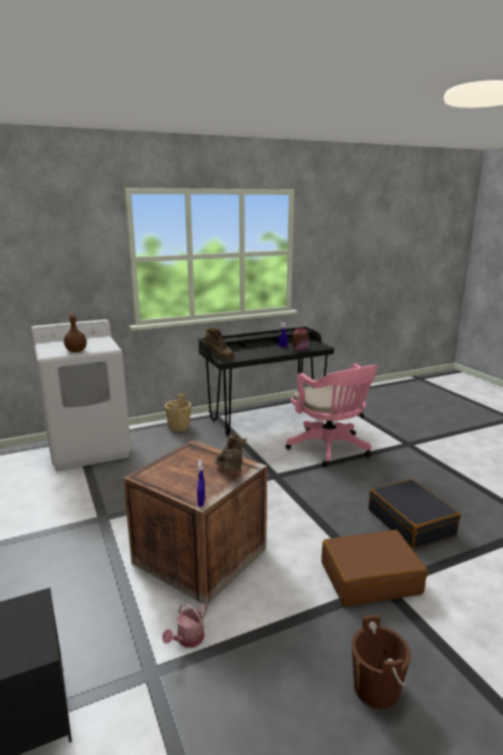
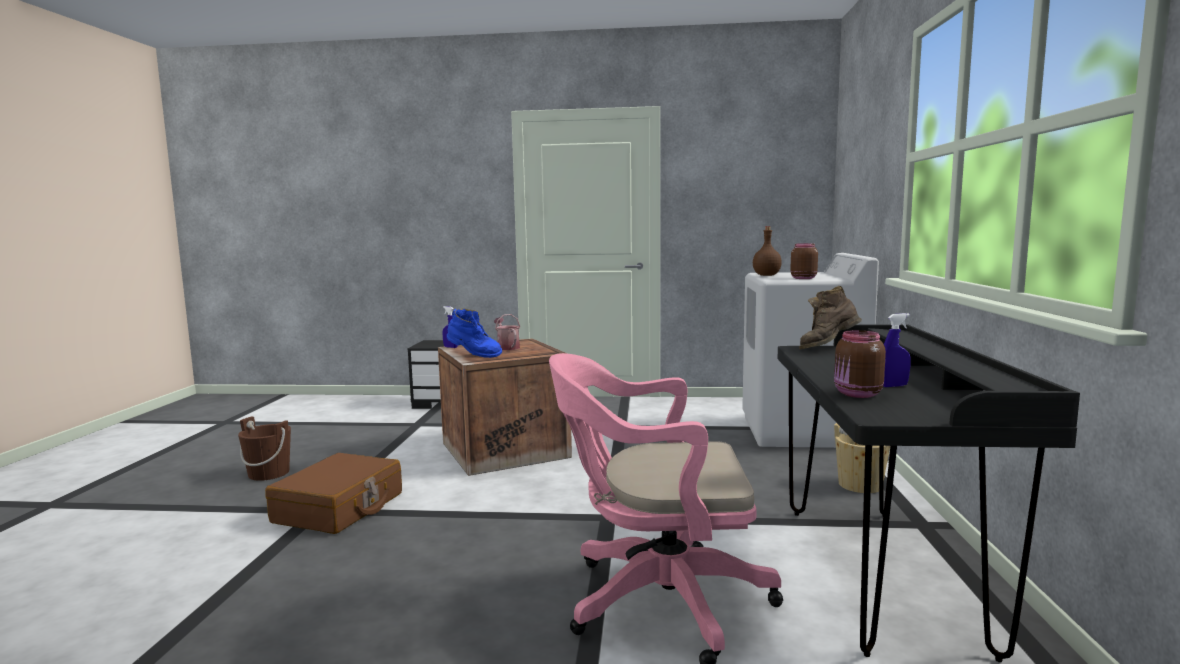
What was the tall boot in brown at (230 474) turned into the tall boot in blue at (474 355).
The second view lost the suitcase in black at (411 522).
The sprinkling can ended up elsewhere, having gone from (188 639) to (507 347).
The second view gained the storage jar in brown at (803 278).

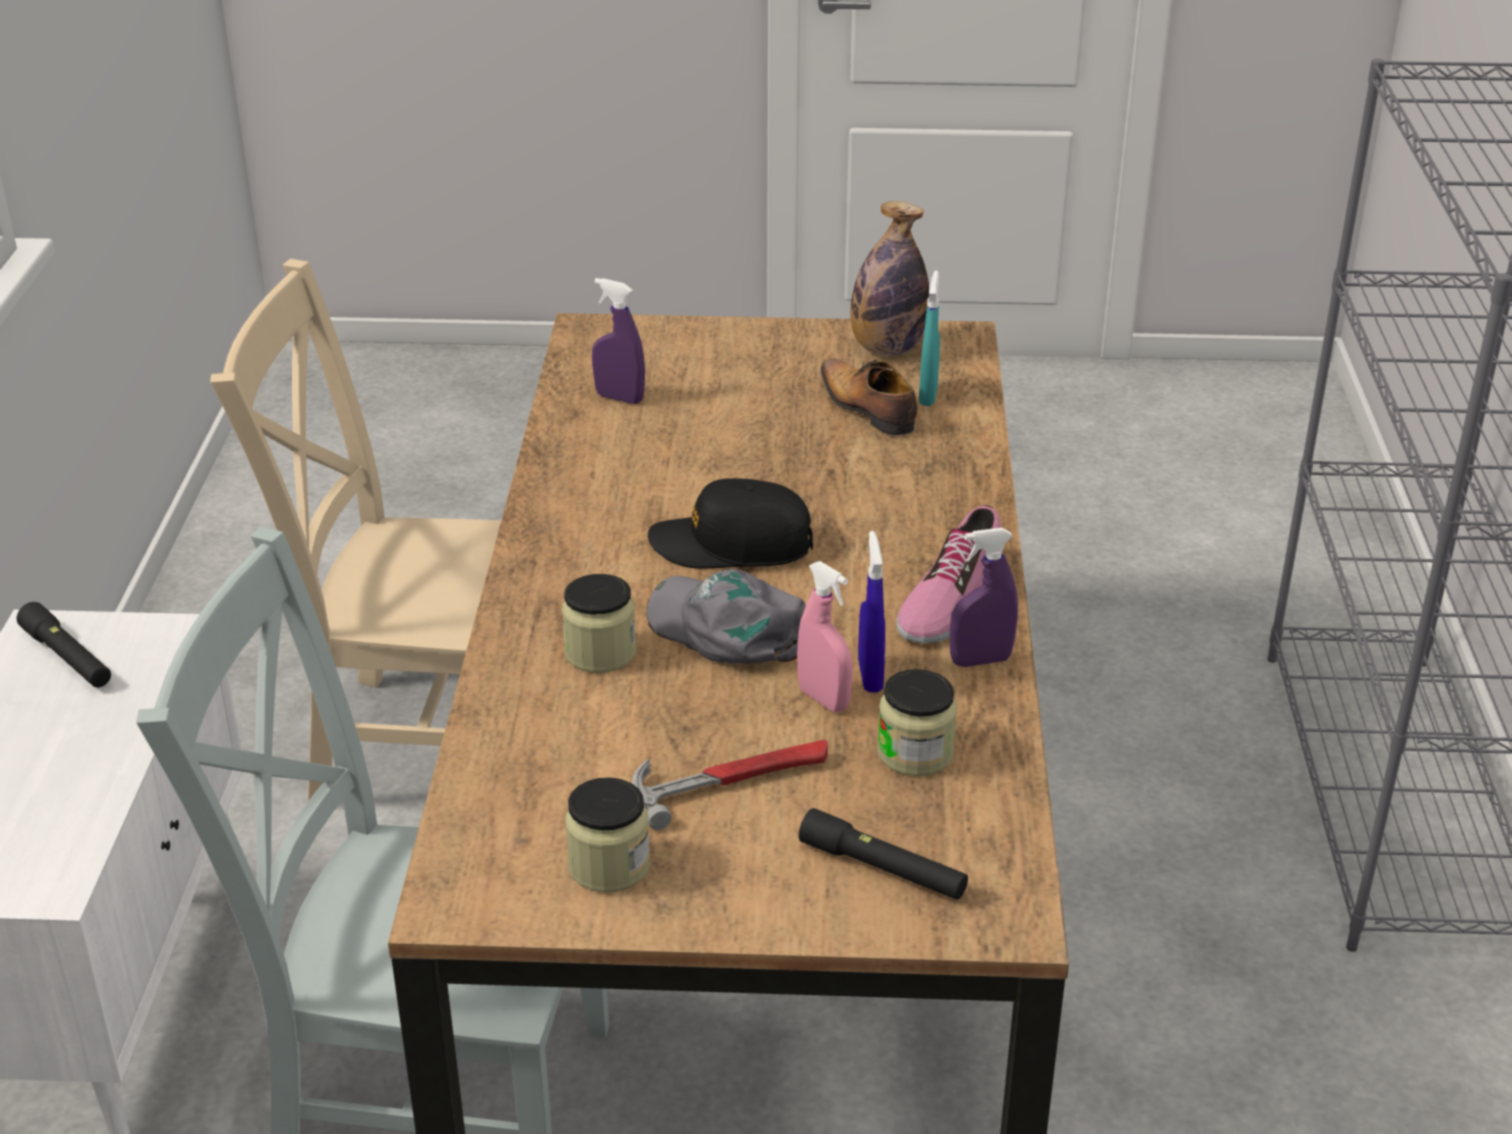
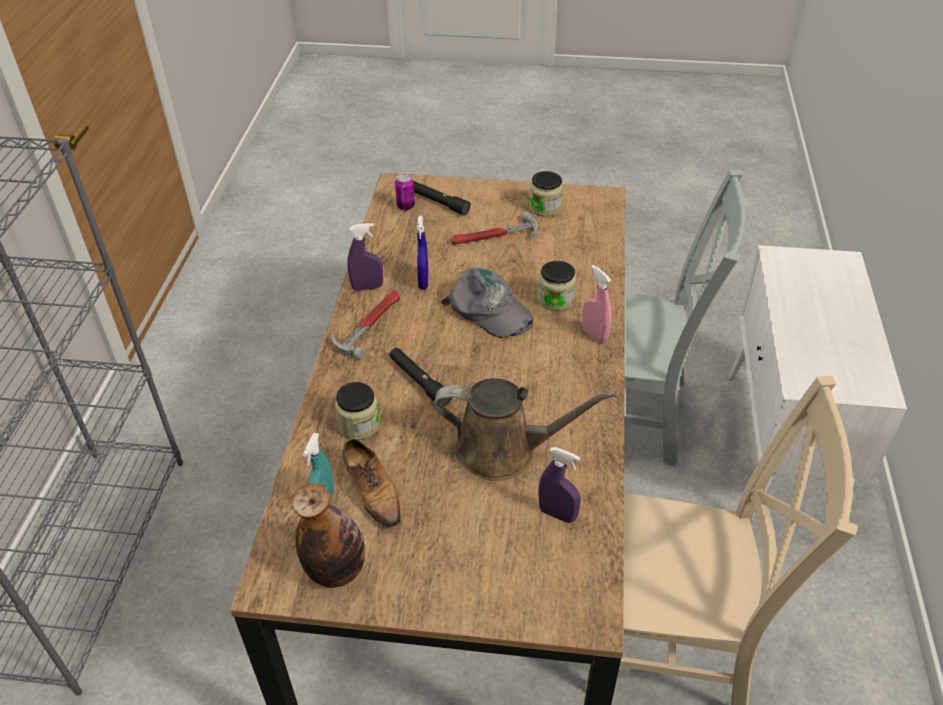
The second view lost the cap in black at (732 545).
Where the shoe stood at (950 597), the tool hammer came to stand at (369 324).
The sprayer in pinkish ended up elsewhere, having gone from (823 699) to (594 335).
The flashlight in black ended up elsewhere, having gone from (68 657) to (419 381).
The storage jar ended up elsewhere, having gone from (915 753) to (359 425).
The second view gained the can at (405 206).
The second view gained the sprinkling can in brown at (504 450).

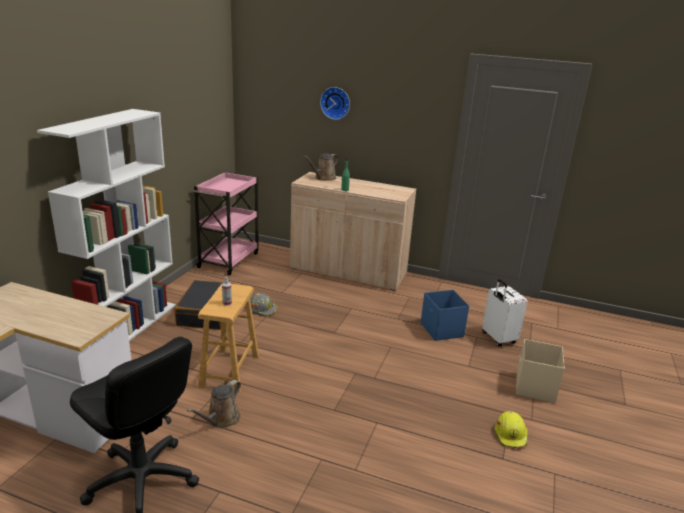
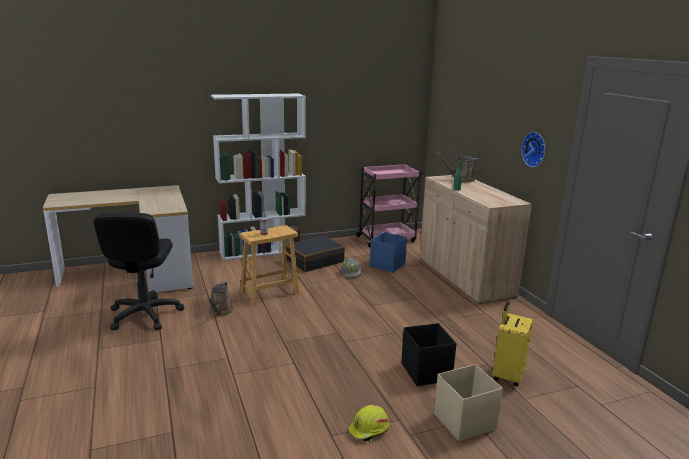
The wall clock ended up elsewhere, having gone from (336 103) to (535 149).
What was the suitcase in white at (497 338) turned into the suitcase in yellow at (507 375).
The storage container in blue ended up elsewhere, having gone from (441 330) to (387 265).
The sprinkling can in brown at (221 420) ended up facing another way, 75 degrees counterclockwise from before.
The second view gained the storage container in black at (426 371).

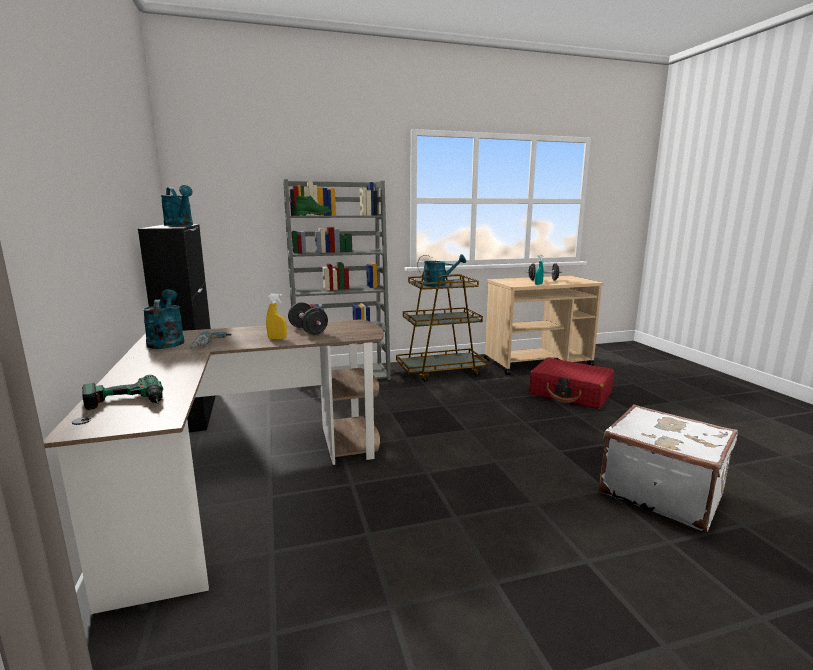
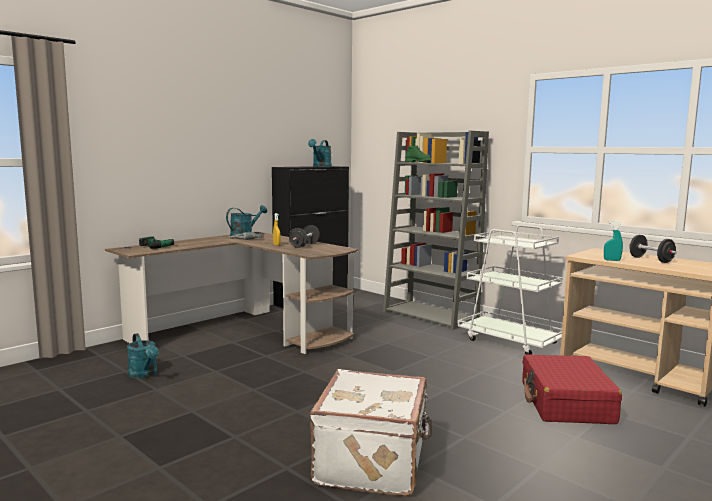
The sprinkling can in blue-green ended up elsewhere, having gone from (438 284) to (145 375).
What was the cart in brown at (441 371) turned into the cart in white at (510 341).

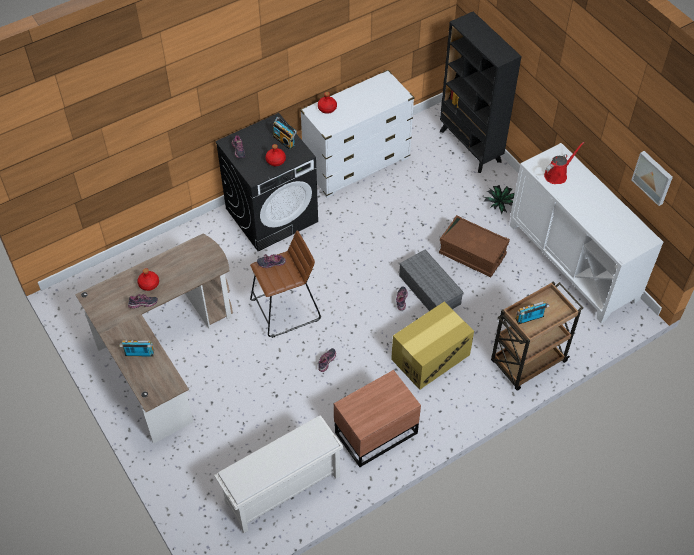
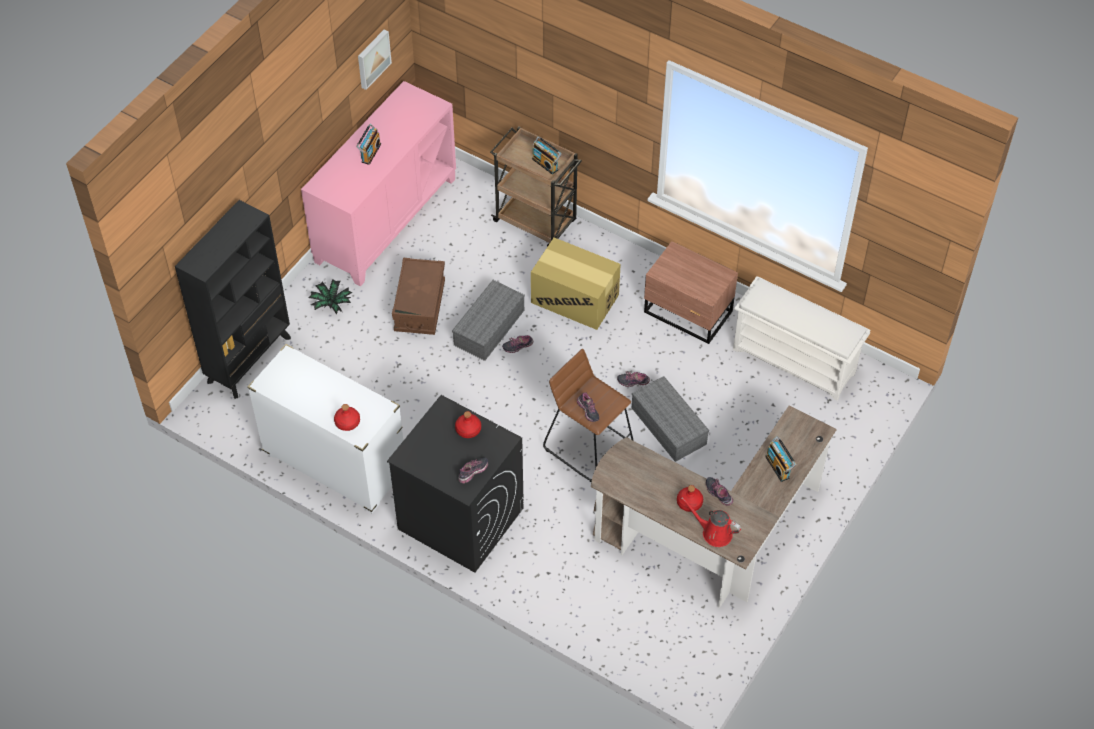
The radio receiver ended up elsewhere, having gone from (285 140) to (370 153).
The sprinkling can in red-coloured ended up elsewhere, having gone from (557 174) to (714 533).
What was the cabinet in white at (573 262) turned into the cabinet in pinkish at (385 219).
The second view gained the storage container in greyish at (670 426).

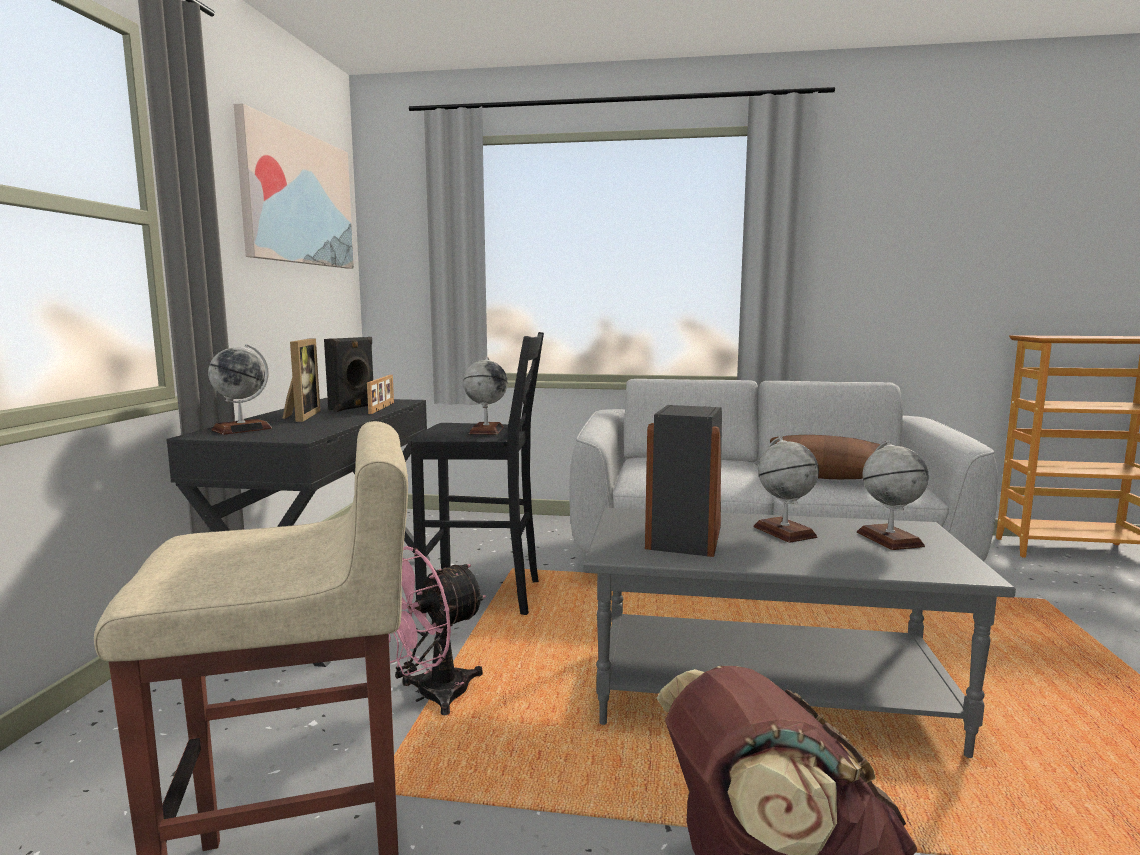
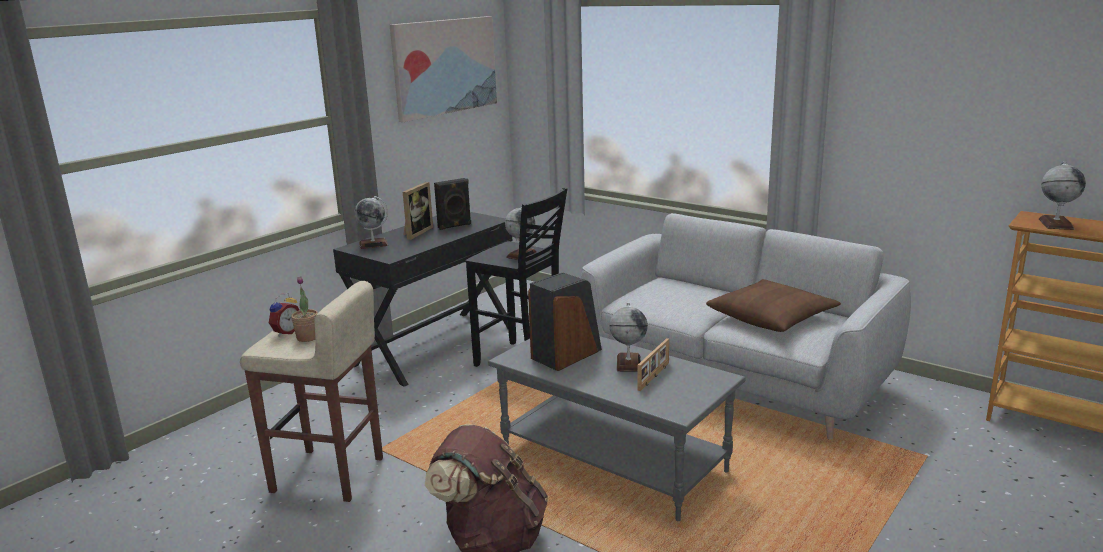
The standing frame ended up elsewhere, having gone from (383 408) to (654 376).
The globe ended up elsewhere, having gone from (889 539) to (1055 224).
The second view lost the fan in pinkish at (430 696).
The second view gained the plant in a pot at (307 337).
The second view gained the table clock at (286 332).

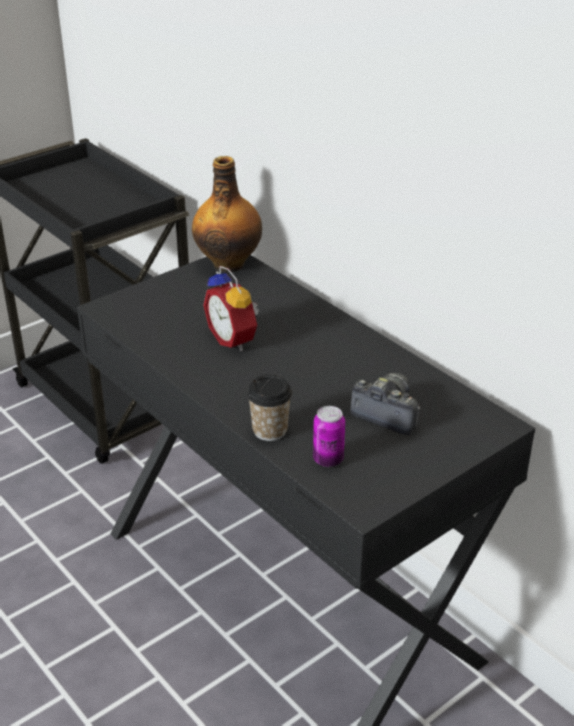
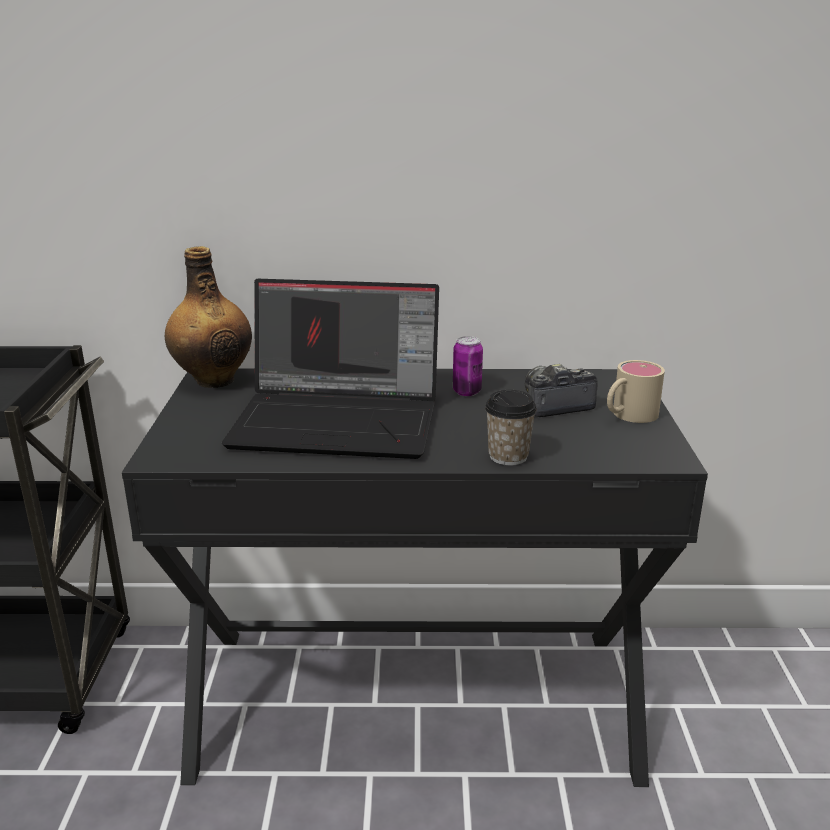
Where the table clock stood at (234 339), the notebook computer came to stand at (340 420).
The can ended up elsewhere, having gone from (328 459) to (467 392).
The second view gained the coffee mug in sand-coloured at (628 416).

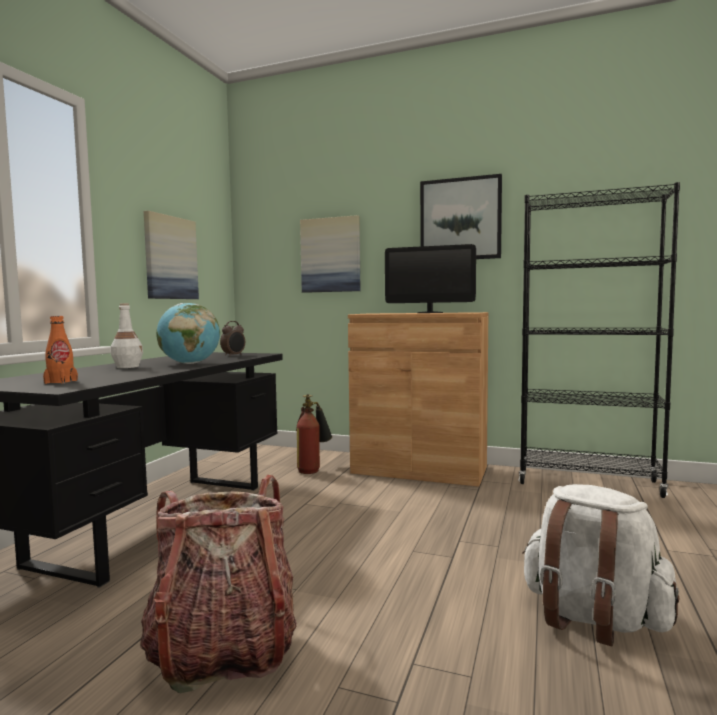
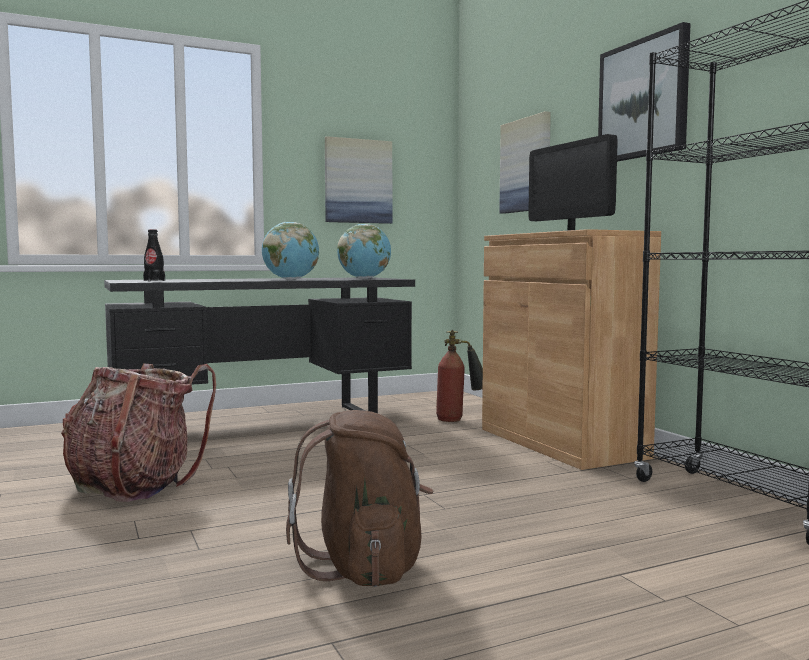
The second view lost the drink bottle in white at (127 367).
What was the drink bottle in orange at (61 382) turned into the drink bottle in black at (154 280).
Where the table clock stood at (234 355), the globe came to stand at (364 278).
What was the knapsack in white at (592 618) turned into the knapsack in brown at (365 568).

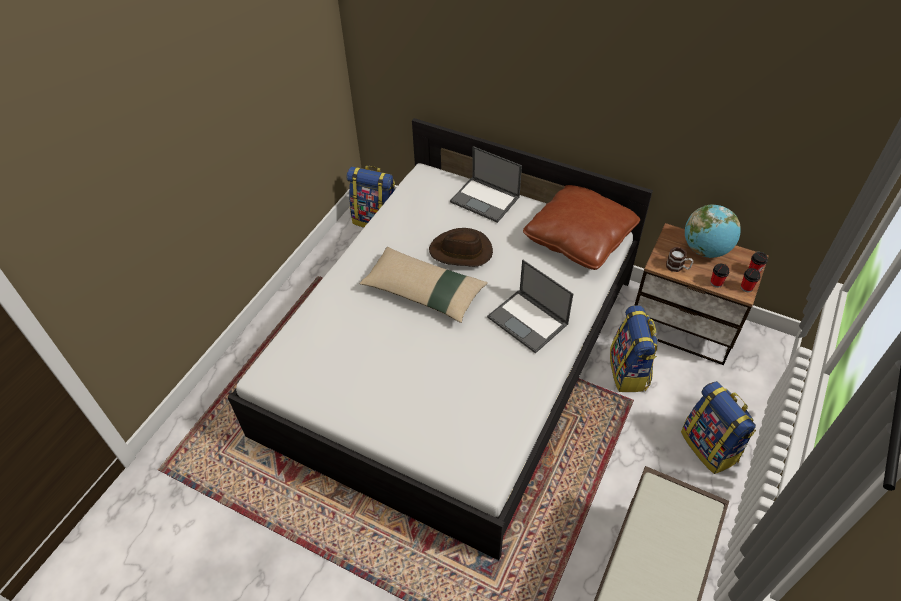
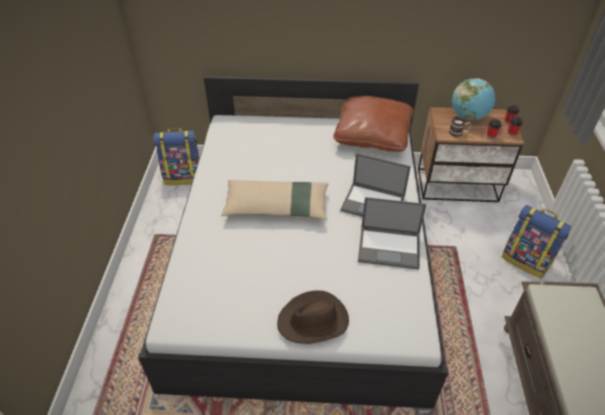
The notebook computer ended up elsewhere, having gone from (485 199) to (390 247).
The wearable hat in brown ended up elsewhere, having gone from (461 252) to (313 321).
The second view lost the knapsack at (629 371).

